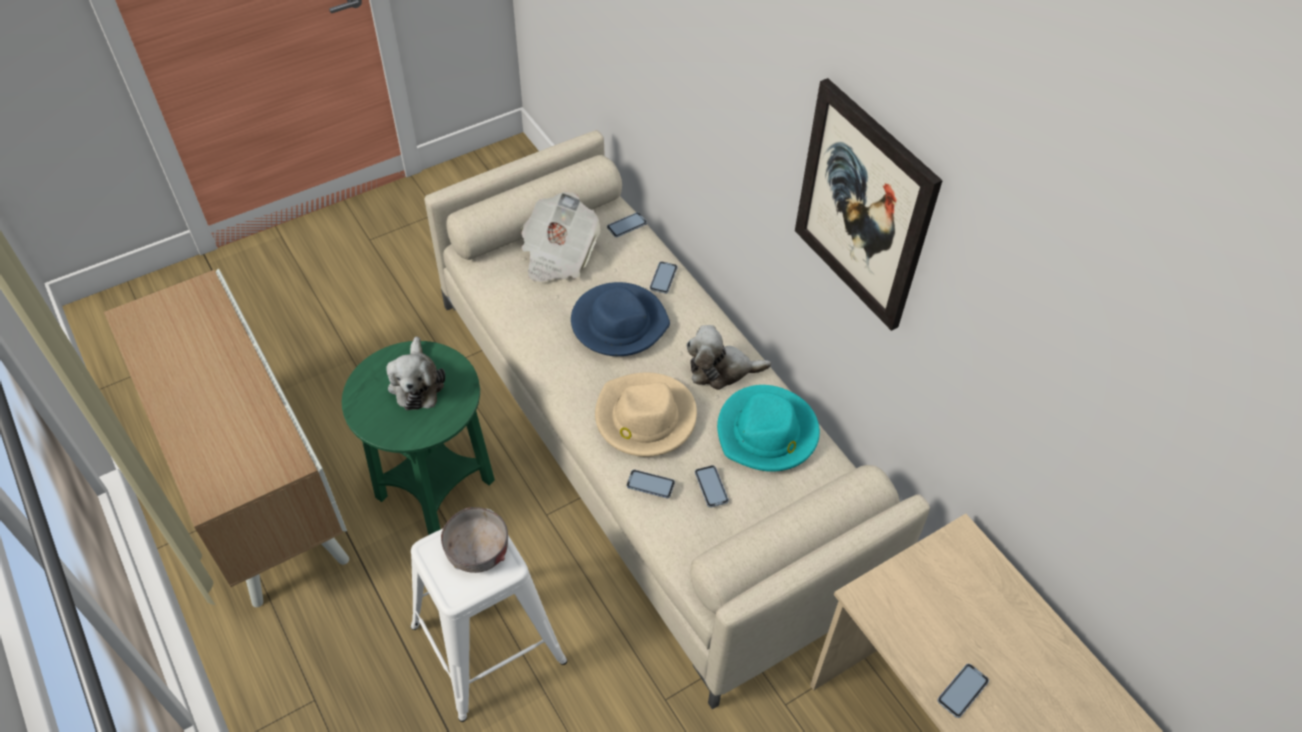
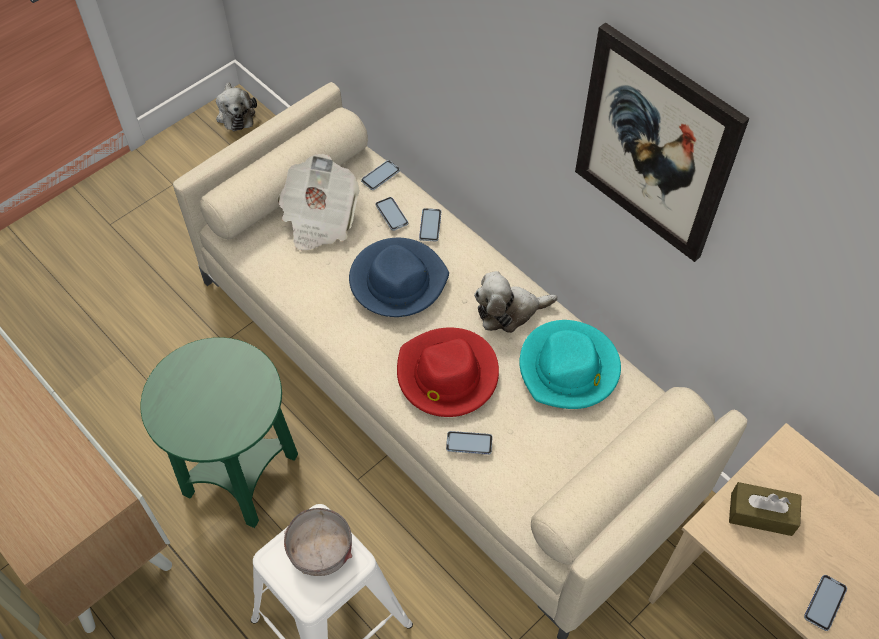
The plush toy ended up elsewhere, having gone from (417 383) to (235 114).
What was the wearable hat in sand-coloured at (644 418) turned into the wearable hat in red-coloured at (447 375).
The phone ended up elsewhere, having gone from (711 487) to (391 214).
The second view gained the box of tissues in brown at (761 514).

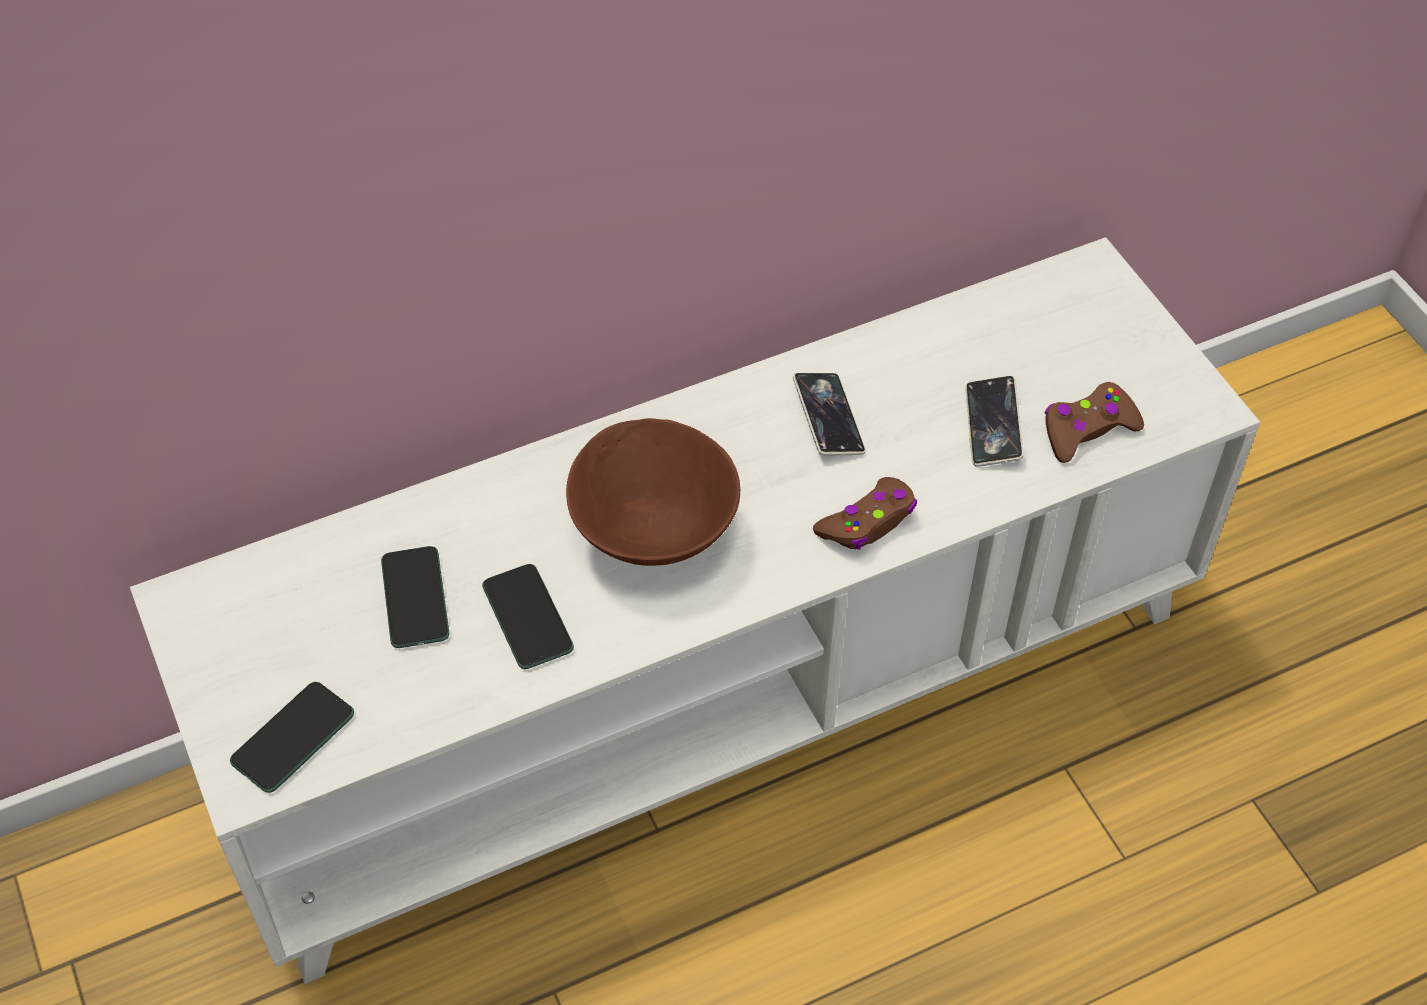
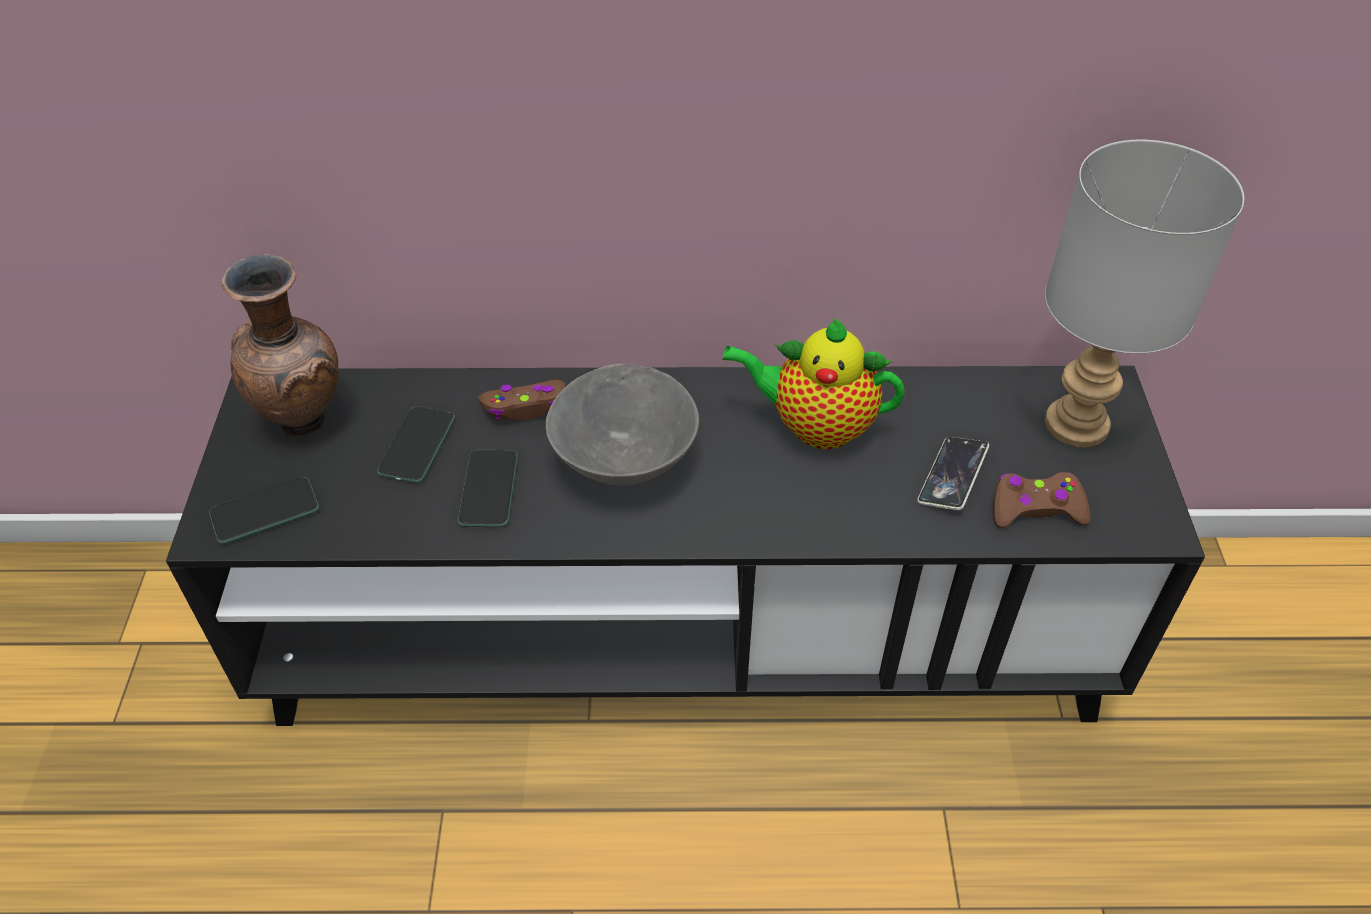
What was the tv stand in white at (713 698) turned into the tv stand in black at (685 638).
Where the phone stood at (828 418), the teapot came to stand at (815 426).
What was the bowl in brown at (654 529) turned into the bowl in greyish at (626 460).
The joypad in brown ended up elsewhere, having gone from (868 522) to (525 407).
The second view gained the table lamp in greyish at (1074 423).
The second view gained the decorative vase in brown at (306 422).

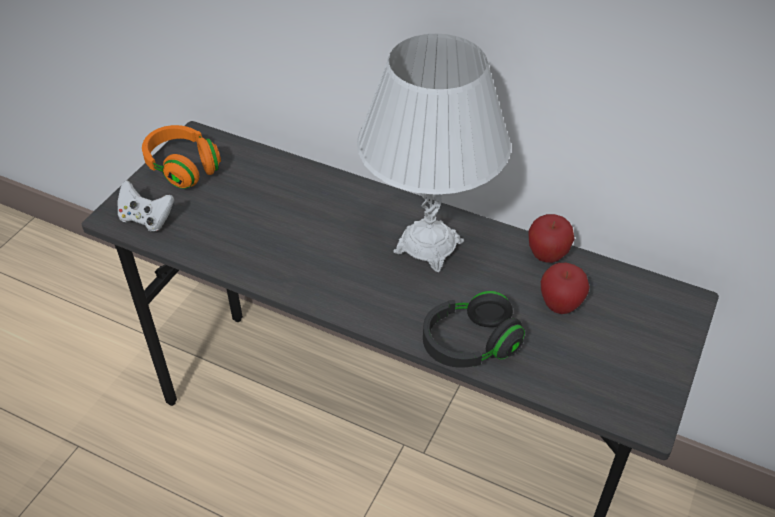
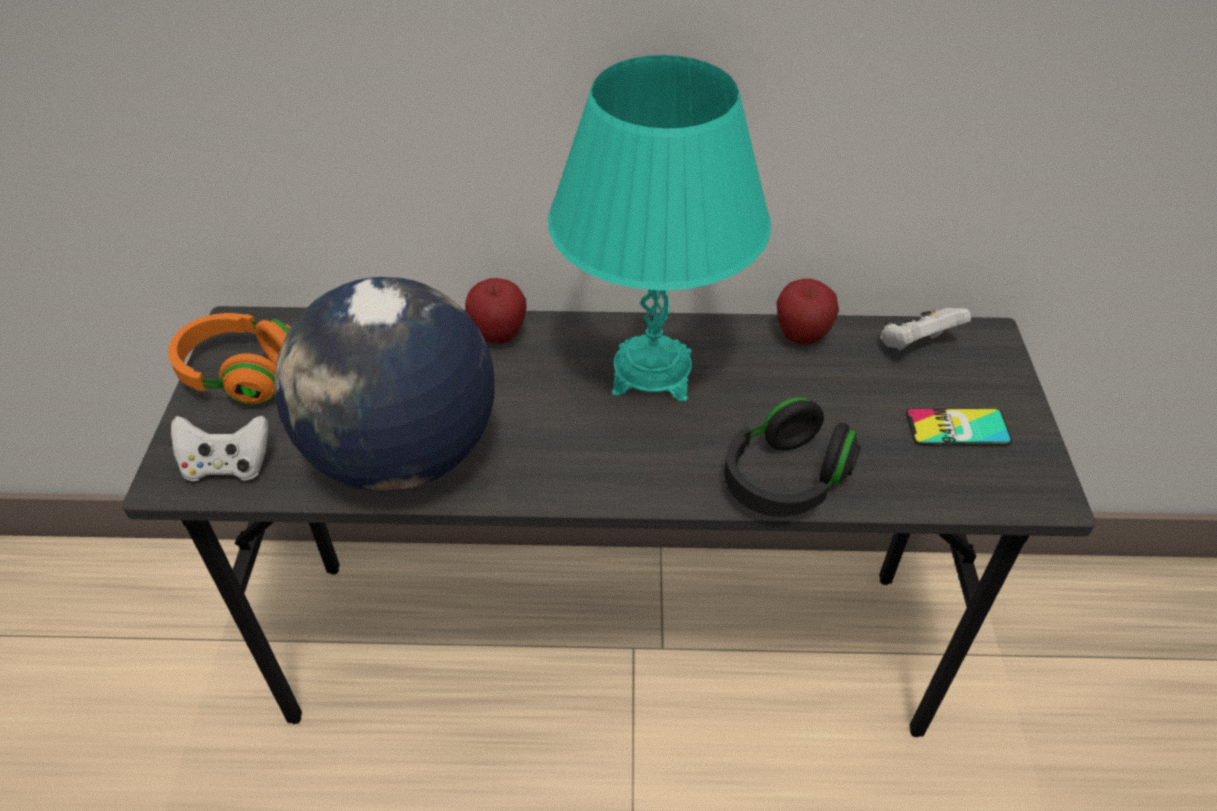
What was the table lamp in white at (428 246) turned into the table lamp in blue-green at (652 372).
The apple ended up elsewhere, having gone from (560 305) to (499 335).
The second view gained the globe at (401 454).
The second view gained the joypad in white at (916 345).
The second view gained the phone at (957 428).

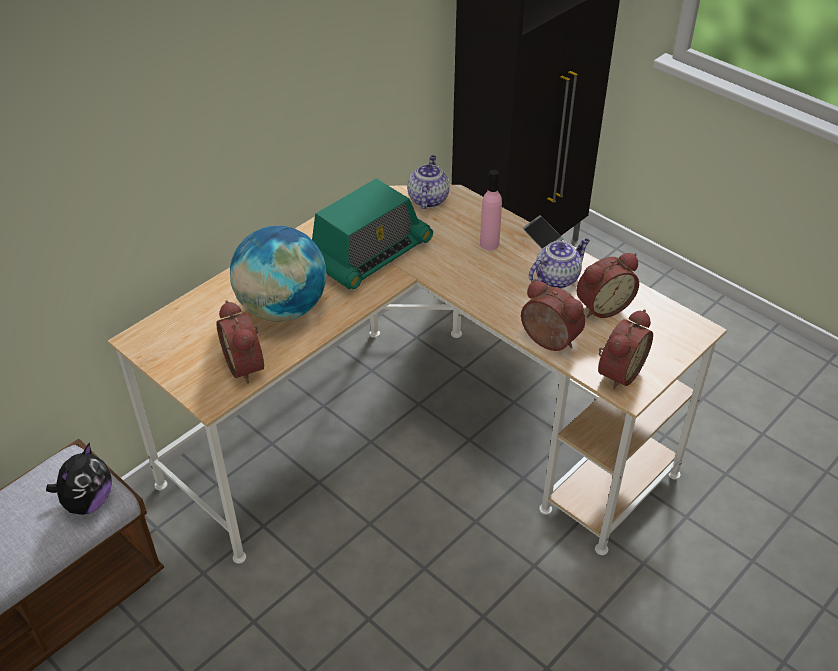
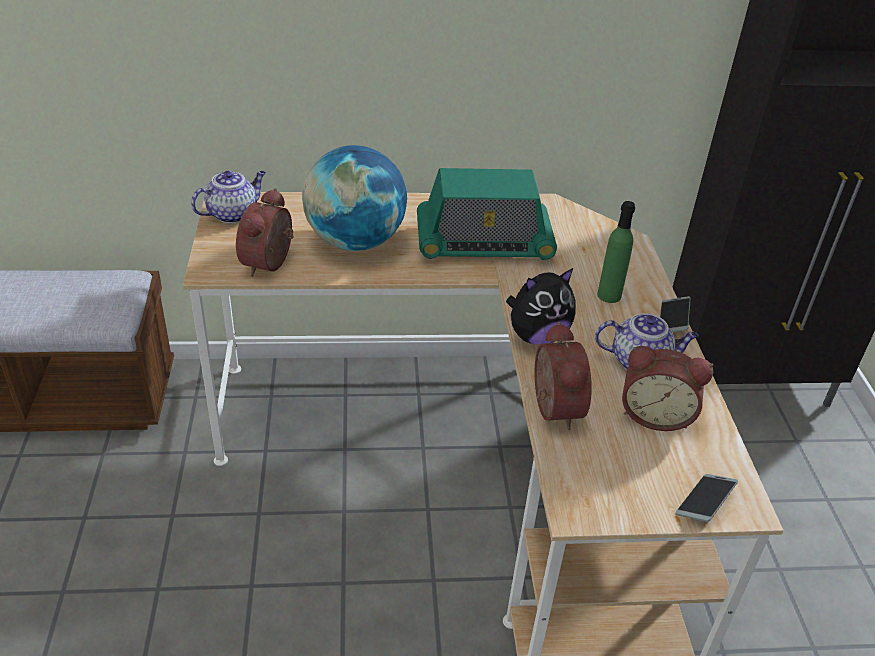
The teapot ended up elsewhere, having gone from (427 199) to (232 213).
What was the drink bottle in pinkish at (489 244) turned into the drink bottle in greenish at (609 295).
The second view lost the table clock at (617 372).
The plush toy ended up elsewhere, having gone from (88 501) to (537 336).
The second view gained the phone at (704 502).

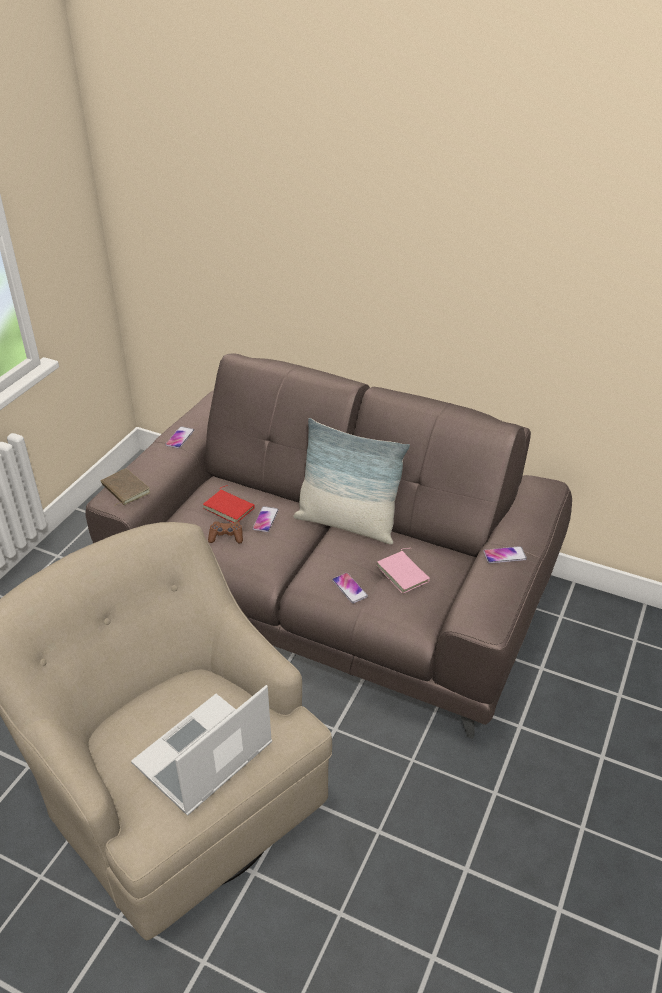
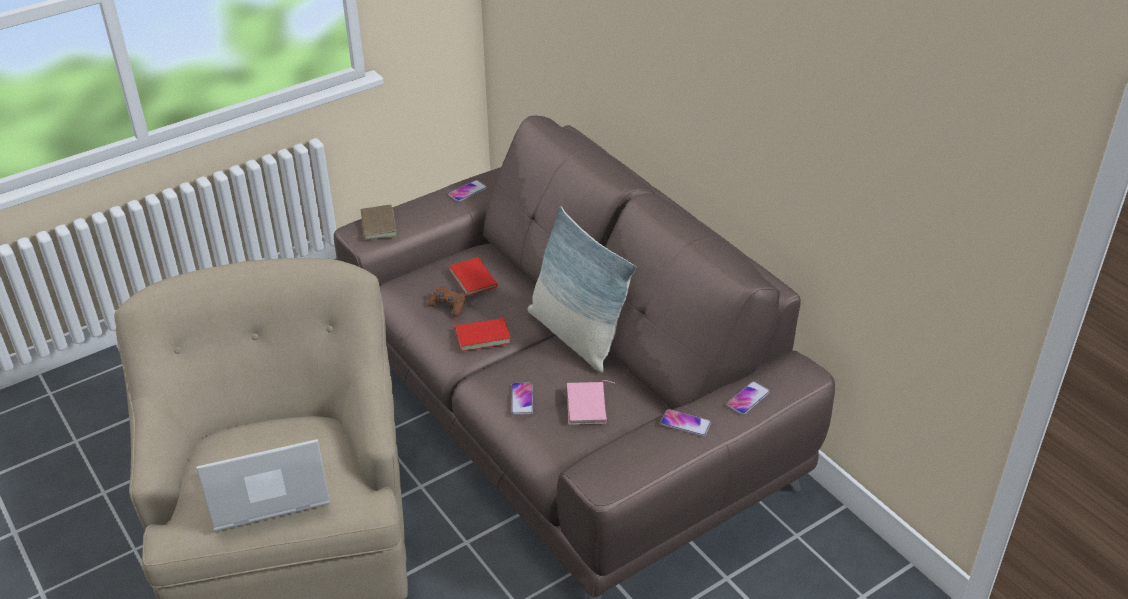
The phone ended up elsewhere, having gone from (265 519) to (748 398).
The second view gained the book in red-coloured at (482 335).

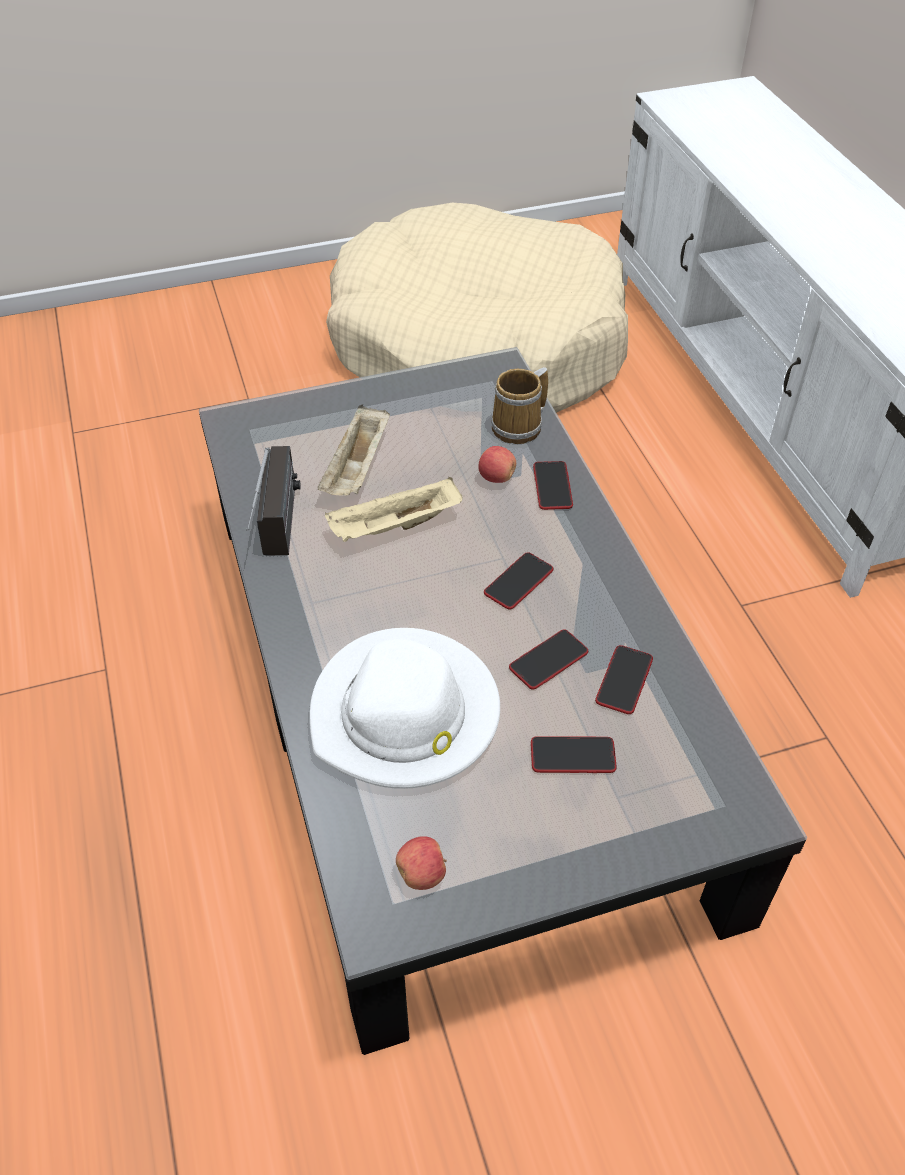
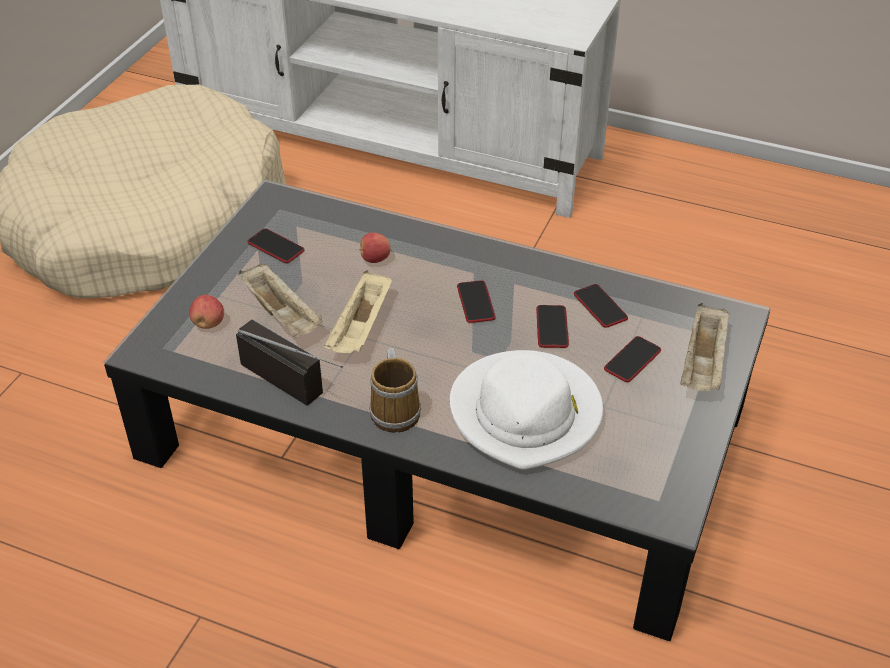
The coffee mug ended up elsewhere, having gone from (520 426) to (396 410).
The phone ended up elsewhere, having gone from (552 486) to (276 247).
The apple ended up elsewhere, having gone from (422 874) to (209 323).
The second view gained the carrying tray in sand-coloured at (703 364).

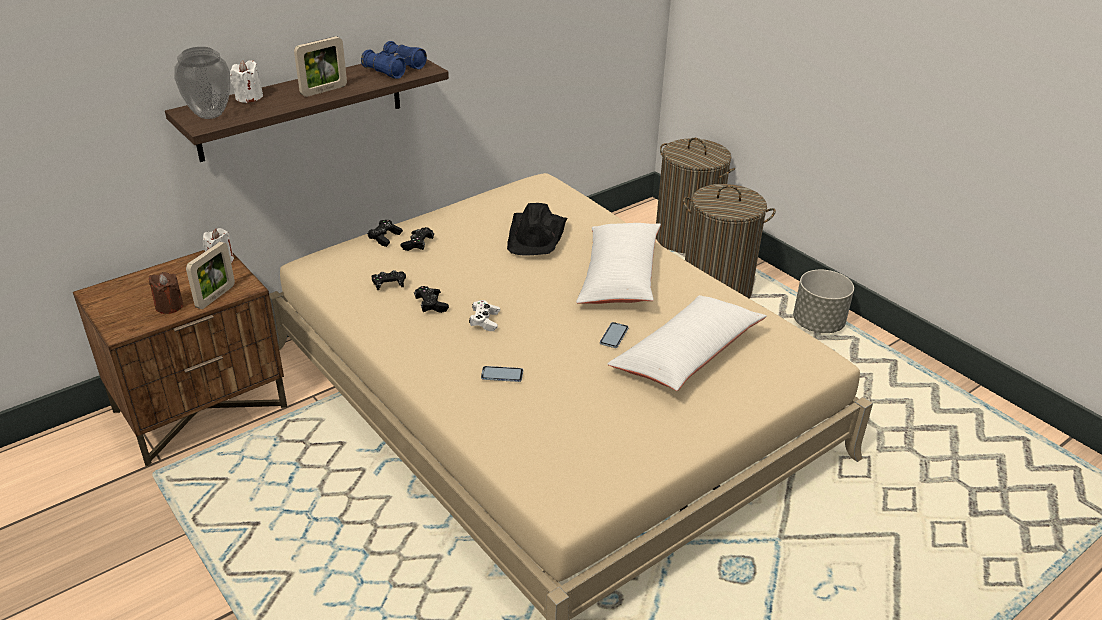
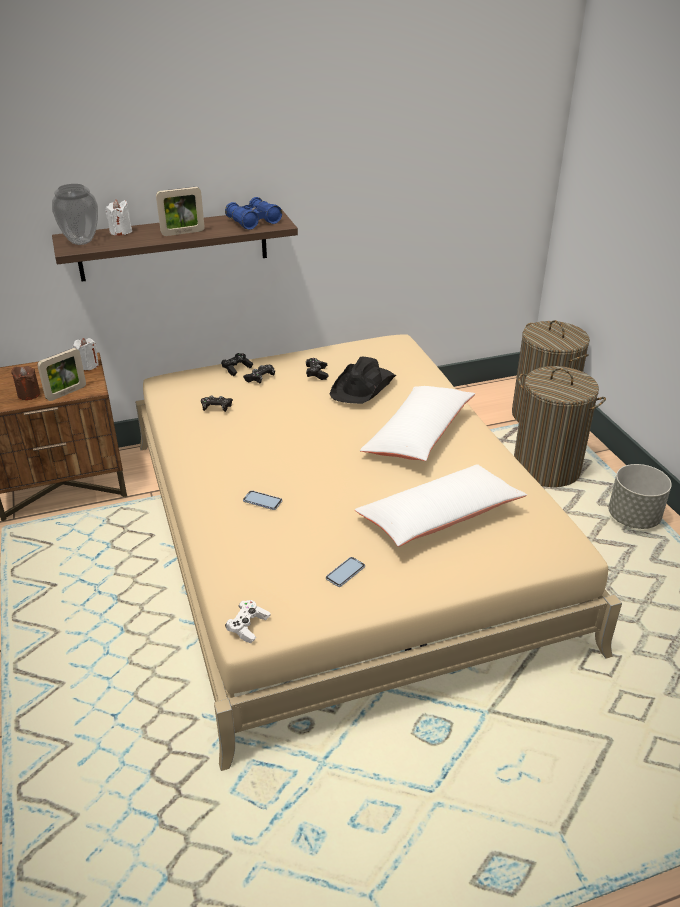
The joypad in black ended up elsewhere, having gone from (431 305) to (316 373).
The joypad in white ended up elsewhere, having gone from (484 321) to (248 626).
The phone ended up elsewhere, having gone from (614 336) to (345 573).

